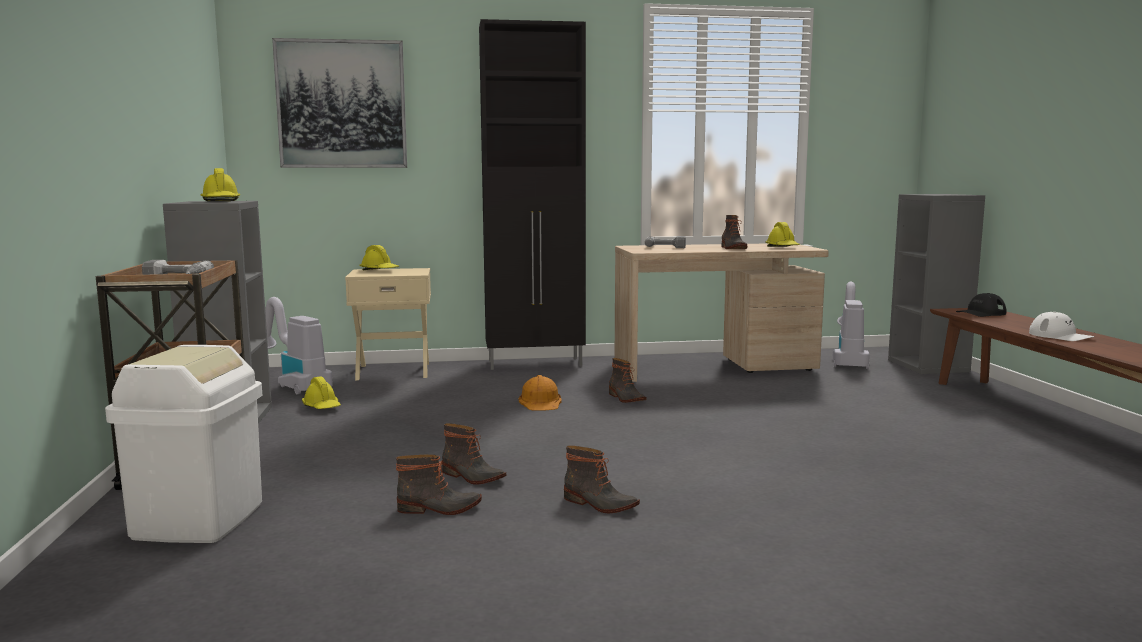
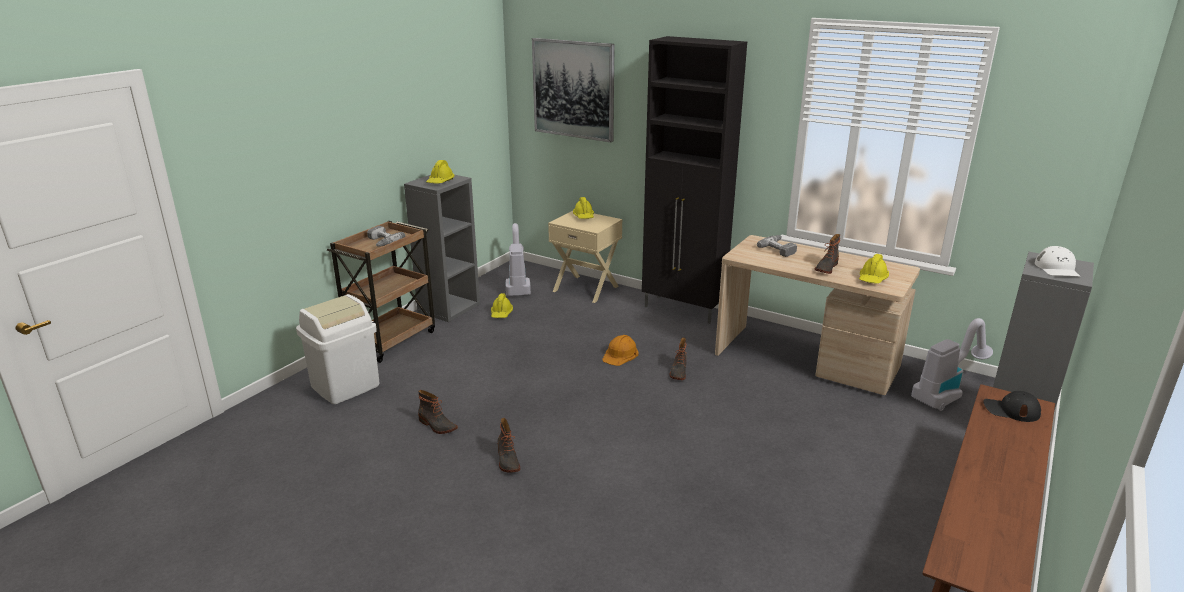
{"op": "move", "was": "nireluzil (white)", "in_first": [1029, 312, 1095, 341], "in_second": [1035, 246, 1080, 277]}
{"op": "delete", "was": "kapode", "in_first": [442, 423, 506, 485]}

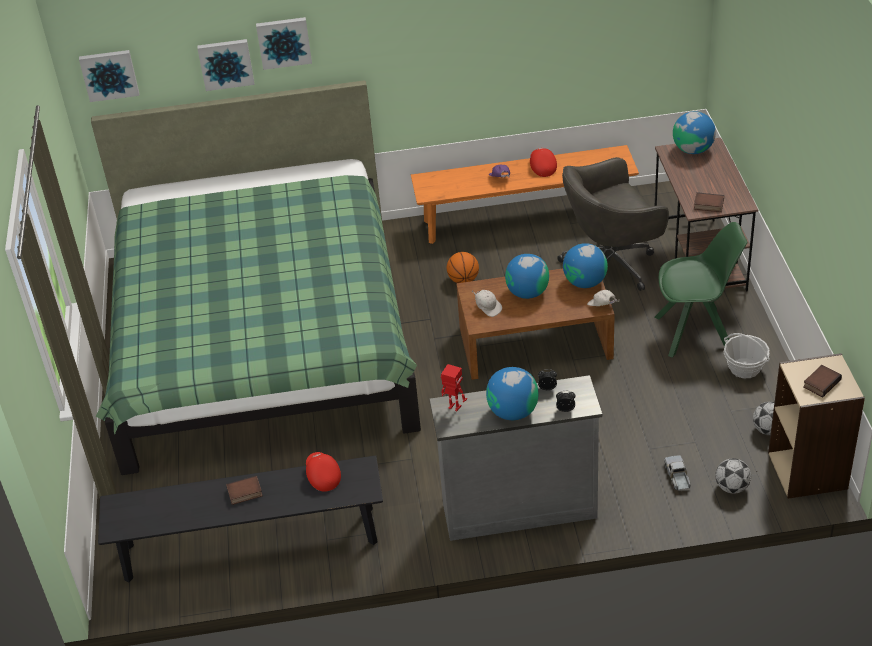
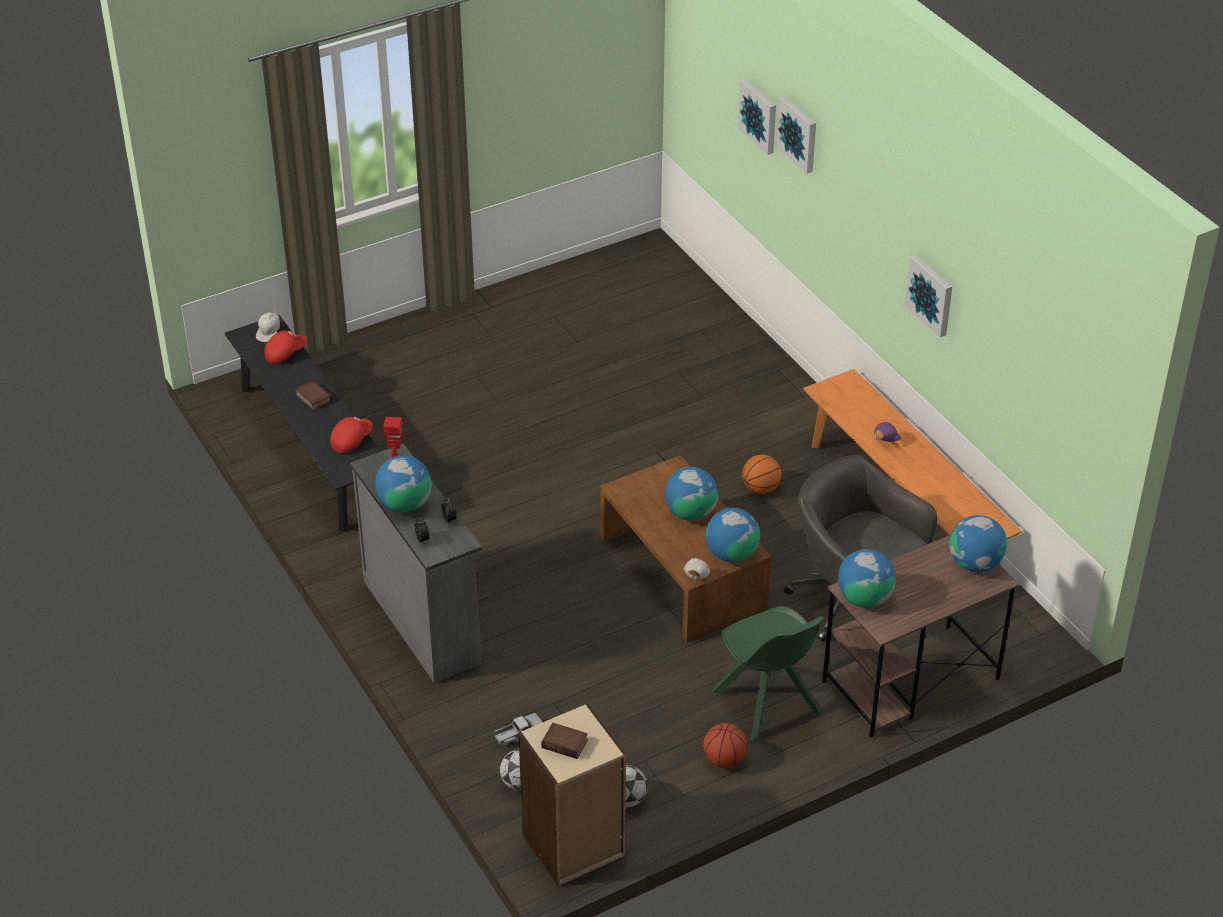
{"op": "move", "was": "nireluzil (white)", "in_first": [472, 290, 502, 317], "in_second": [256, 309, 280, 342]}
{"op": "move", "was": "nireluzil (red)", "in_first": [530, 148, 557, 177], "in_second": [264, 331, 307, 363]}
{"op": "replace", "was": "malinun", "now": "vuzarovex", "in_first": [724, 333, 770, 378], "in_second": [703, 723, 747, 768]}
{"op": "replace", "was": "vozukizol", "now": "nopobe", "in_first": [694, 192, 724, 212], "in_second": [838, 549, 896, 607]}
{"op": "move", "was": "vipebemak", "in_first": [79, 50, 139, 102], "in_second": [905, 255, 952, 337]}
{"op": "delete", "was": "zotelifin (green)", "in_first": [91, 80, 421, 475]}

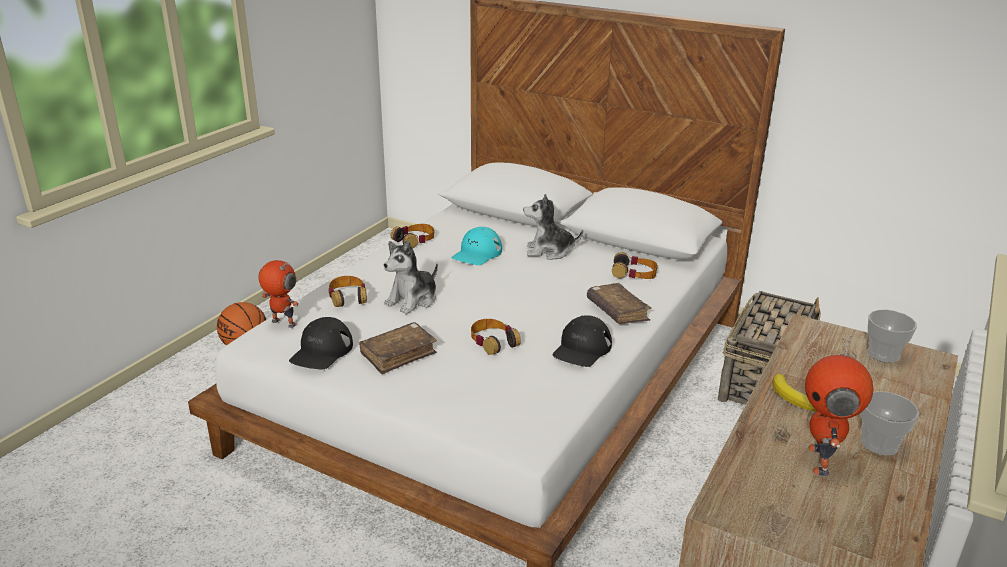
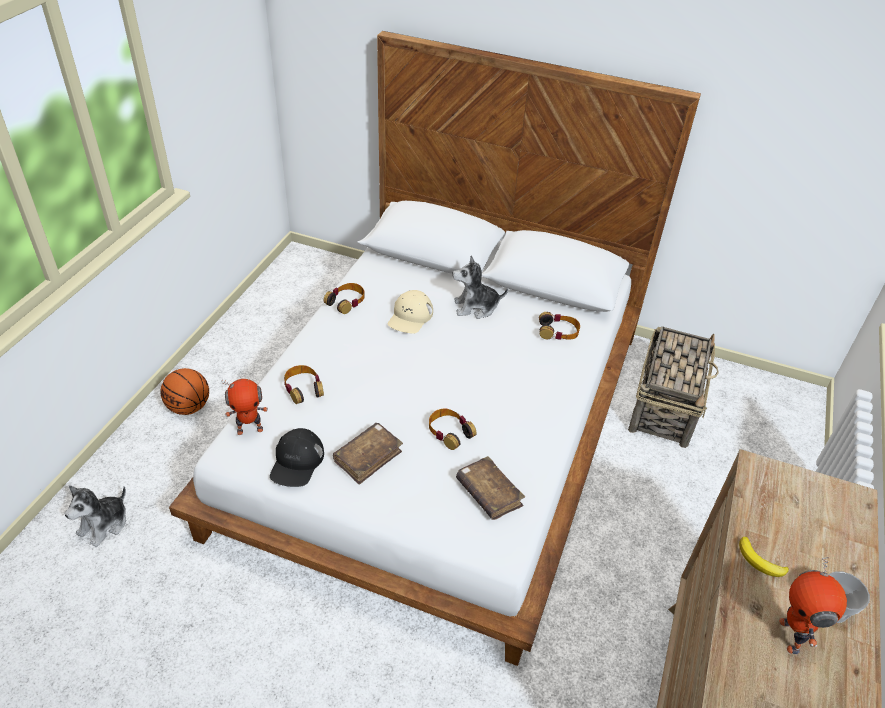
{"op": "move", "was": "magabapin", "in_first": [384, 240, 438, 314], "in_second": [64, 485, 126, 547]}
{"op": "rotate", "was": "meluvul", "in_first": [258, 260, 299, 328], "in_second": [222, 379, 268, 435], "clockwise": 150}
{"op": "recolor", "was": "nireluzil (turquoise)", "now": "nireluzil (beige)", "in_first": [451, 227, 502, 265], "in_second": [388, 290, 433, 334]}
{"op": "move", "was": "vozukizol (brown)", "in_first": [587, 283, 652, 324], "in_second": [456, 456, 525, 520]}
{"op": "delete", "was": "nireluzil (black)", "in_first": [552, 315, 612, 367]}
{"op": "delete", "was": "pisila", "in_first": [868, 309, 917, 363]}

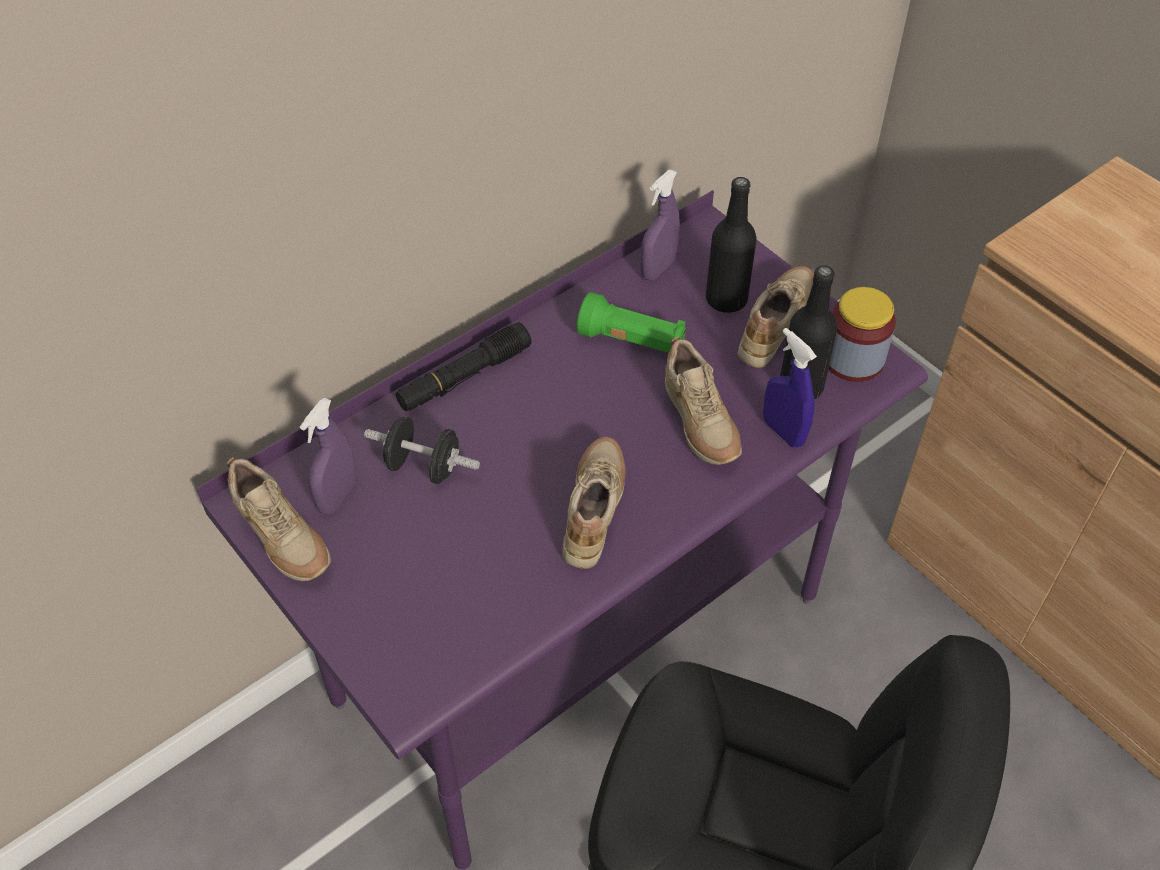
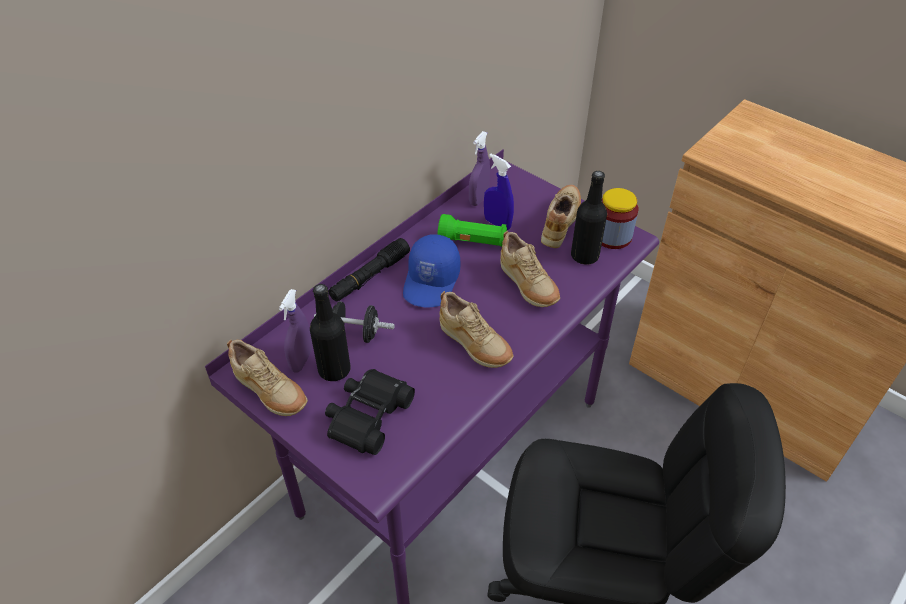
{"op": "move", "was": "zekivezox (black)", "in_first": [706, 177, 757, 313], "in_second": [310, 284, 351, 381]}
{"op": "insert", "now": "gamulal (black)", "in_second": [325, 369, 415, 455]}
{"op": "insert", "now": "nireluzil (blue)", "in_second": [403, 234, 460, 307]}
{"op": "rotate", "was": "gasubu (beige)", "in_first": [563, 437, 626, 569], "in_second": [440, 291, 513, 368], "clockwise": 135}
{"op": "move", "was": "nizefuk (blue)", "in_first": [763, 328, 817, 448], "in_second": [484, 154, 514, 230]}

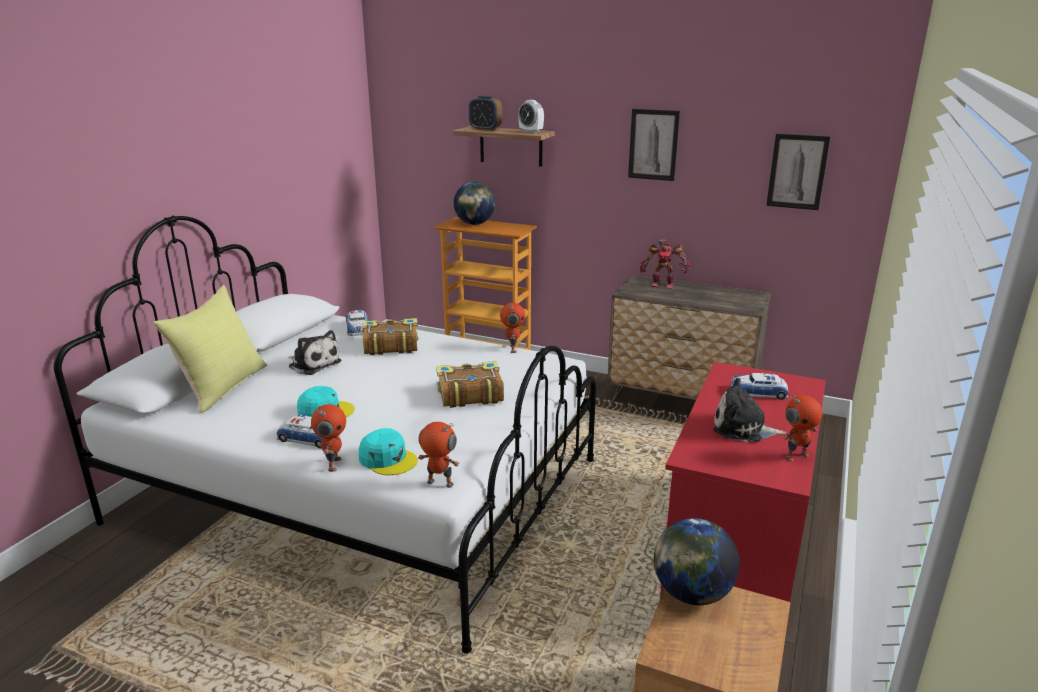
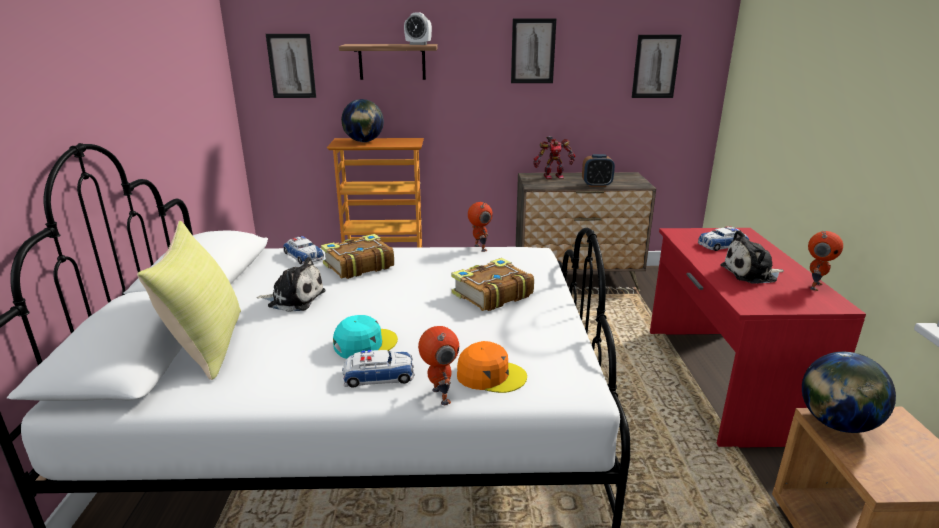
{"op": "insert", "now": "vipebemak", "in_second": [266, 34, 316, 98]}
{"op": "recolor", "was": "nireluzil (turquoise)", "now": "nireluzil (orange)", "in_first": [359, 428, 418, 475], "in_second": [457, 341, 527, 393]}
{"op": "move", "was": "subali", "in_first": [469, 96, 502, 131], "in_second": [582, 154, 615, 187]}
{"op": "delete", "was": "meluvul", "in_first": [418, 422, 459, 488]}

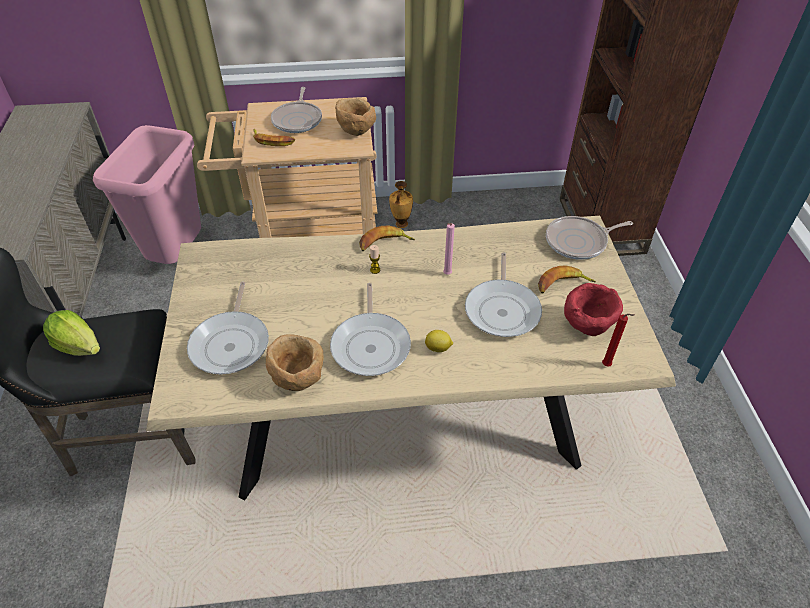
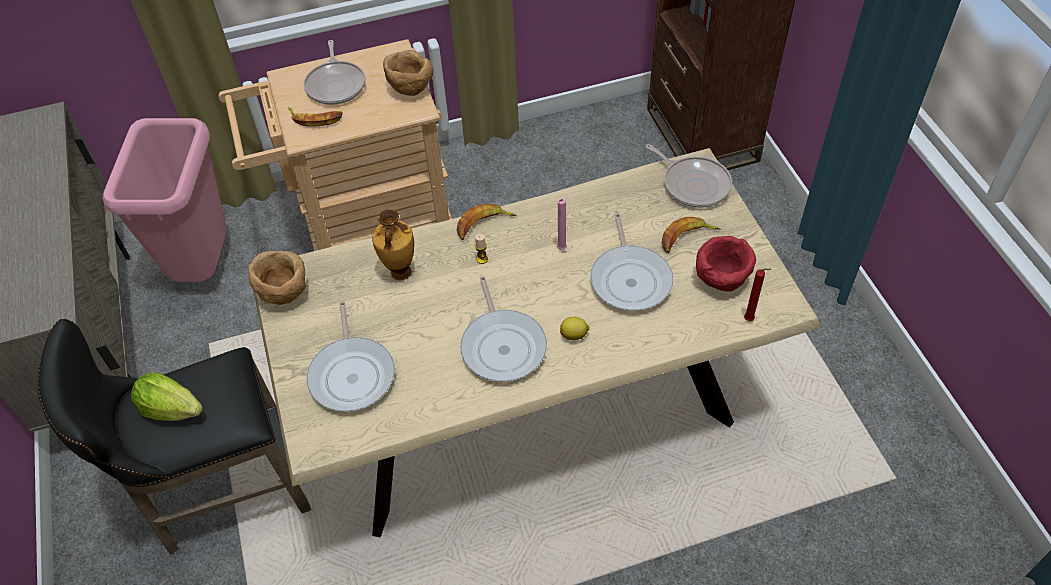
{"op": "move", "was": "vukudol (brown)", "in_first": [266, 334, 324, 391], "in_second": [248, 251, 306, 305]}
{"op": "move", "was": "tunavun", "in_first": [389, 181, 413, 228], "in_second": [372, 209, 414, 280]}
{"op": "rotate", "was": "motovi", "in_first": [546, 216, 633, 260], "in_second": [646, 144, 732, 208], "clockwise": -105}

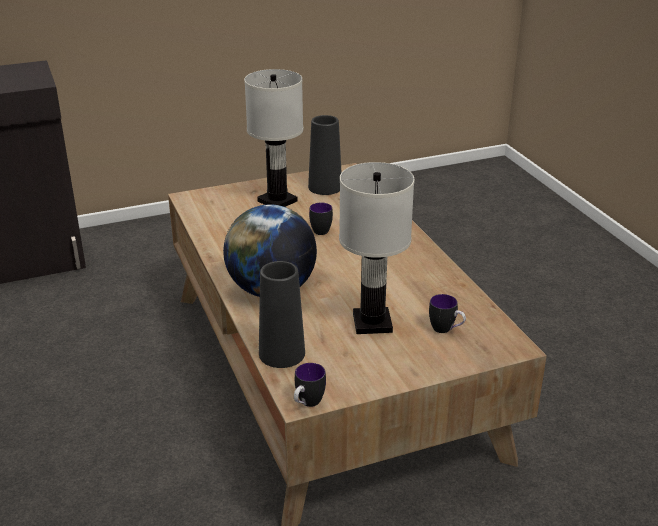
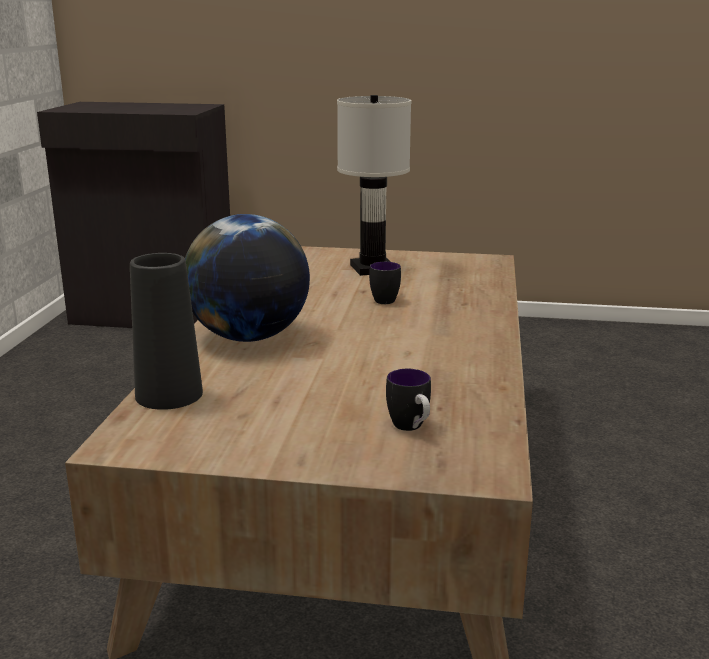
{"op": "delete", "was": "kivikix", "in_first": [294, 363, 326, 407]}
{"op": "delete", "was": "tunavun (black)", "in_first": [308, 115, 342, 195]}
{"op": "delete", "was": "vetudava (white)", "in_first": [339, 162, 415, 334]}

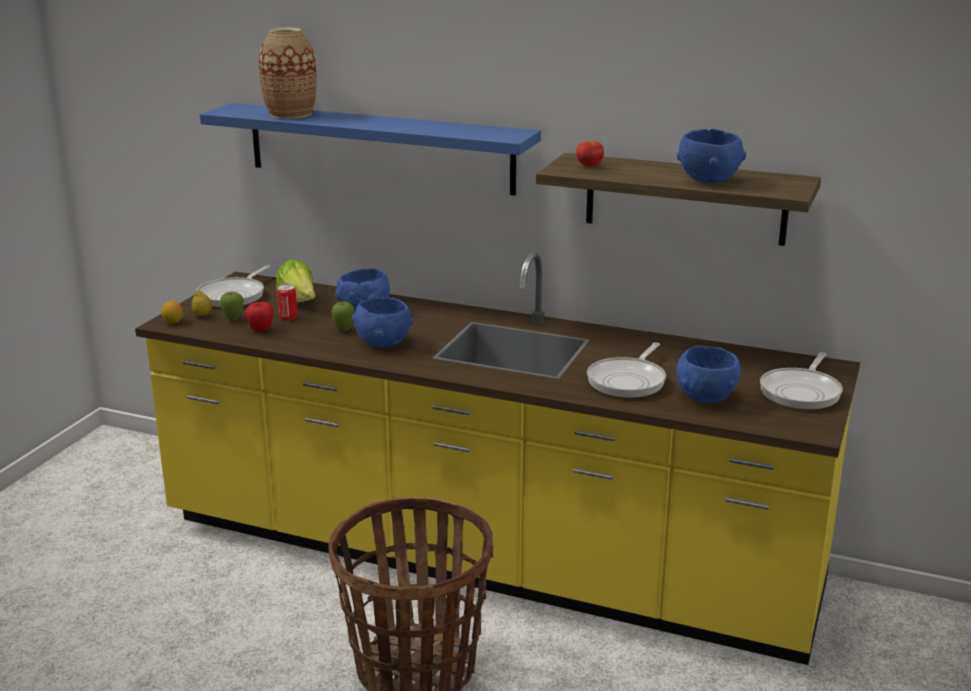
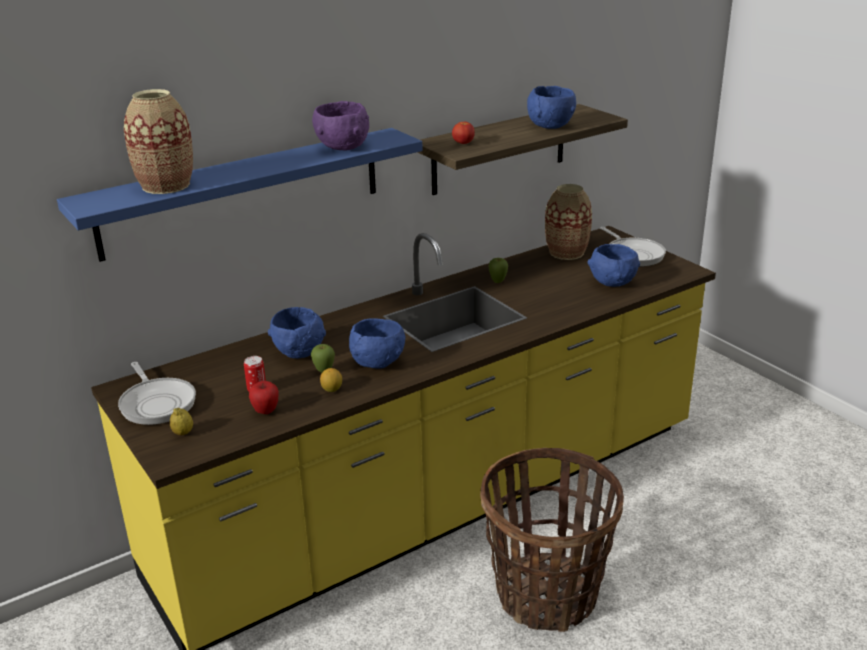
{"op": "insert", "now": "vukudol (purple)", "in_second": [312, 101, 369, 150]}
{"op": "move", "was": "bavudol", "in_first": [161, 301, 183, 324], "in_second": [320, 368, 342, 392]}
{"op": "move", "was": "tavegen", "in_first": [220, 292, 244, 321], "in_second": [488, 258, 508, 283]}
{"op": "insert", "now": "tunavun", "in_second": [545, 184, 592, 260]}
{"op": "delete", "was": "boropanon", "in_first": [276, 260, 316, 302]}
{"op": "delete", "was": "motovi", "in_first": [587, 343, 666, 398]}

